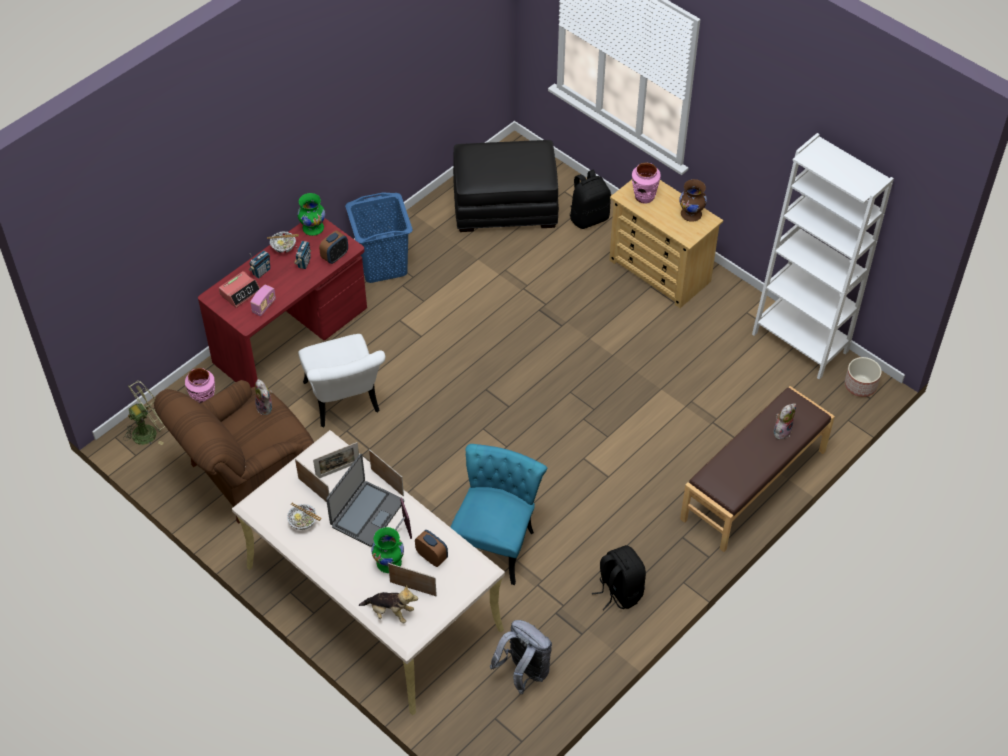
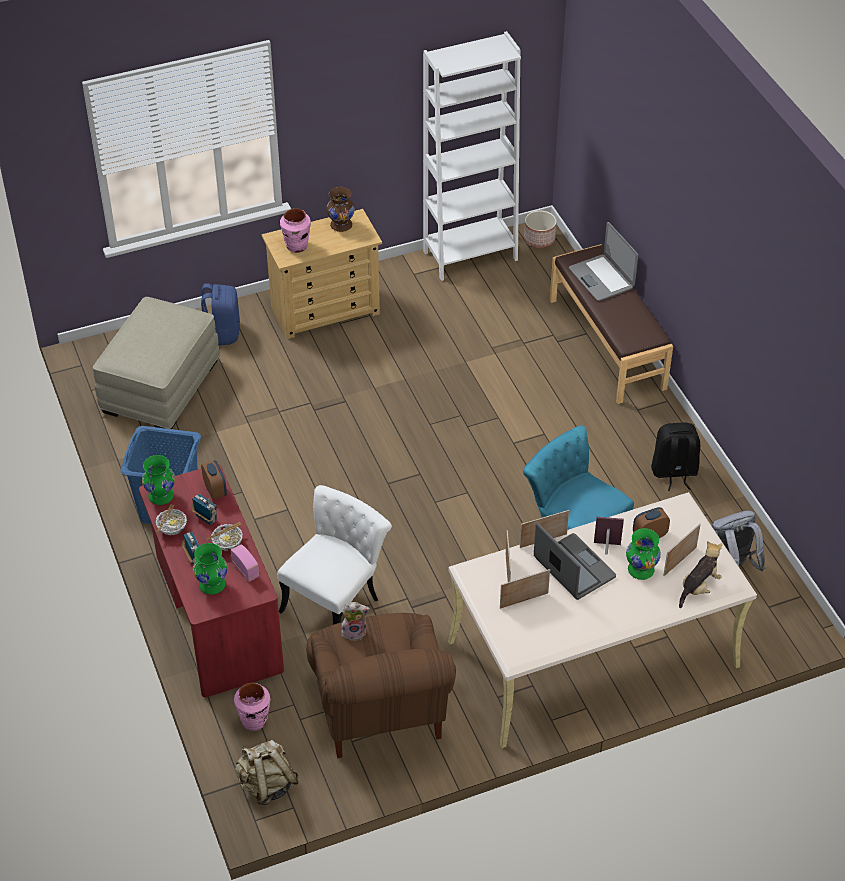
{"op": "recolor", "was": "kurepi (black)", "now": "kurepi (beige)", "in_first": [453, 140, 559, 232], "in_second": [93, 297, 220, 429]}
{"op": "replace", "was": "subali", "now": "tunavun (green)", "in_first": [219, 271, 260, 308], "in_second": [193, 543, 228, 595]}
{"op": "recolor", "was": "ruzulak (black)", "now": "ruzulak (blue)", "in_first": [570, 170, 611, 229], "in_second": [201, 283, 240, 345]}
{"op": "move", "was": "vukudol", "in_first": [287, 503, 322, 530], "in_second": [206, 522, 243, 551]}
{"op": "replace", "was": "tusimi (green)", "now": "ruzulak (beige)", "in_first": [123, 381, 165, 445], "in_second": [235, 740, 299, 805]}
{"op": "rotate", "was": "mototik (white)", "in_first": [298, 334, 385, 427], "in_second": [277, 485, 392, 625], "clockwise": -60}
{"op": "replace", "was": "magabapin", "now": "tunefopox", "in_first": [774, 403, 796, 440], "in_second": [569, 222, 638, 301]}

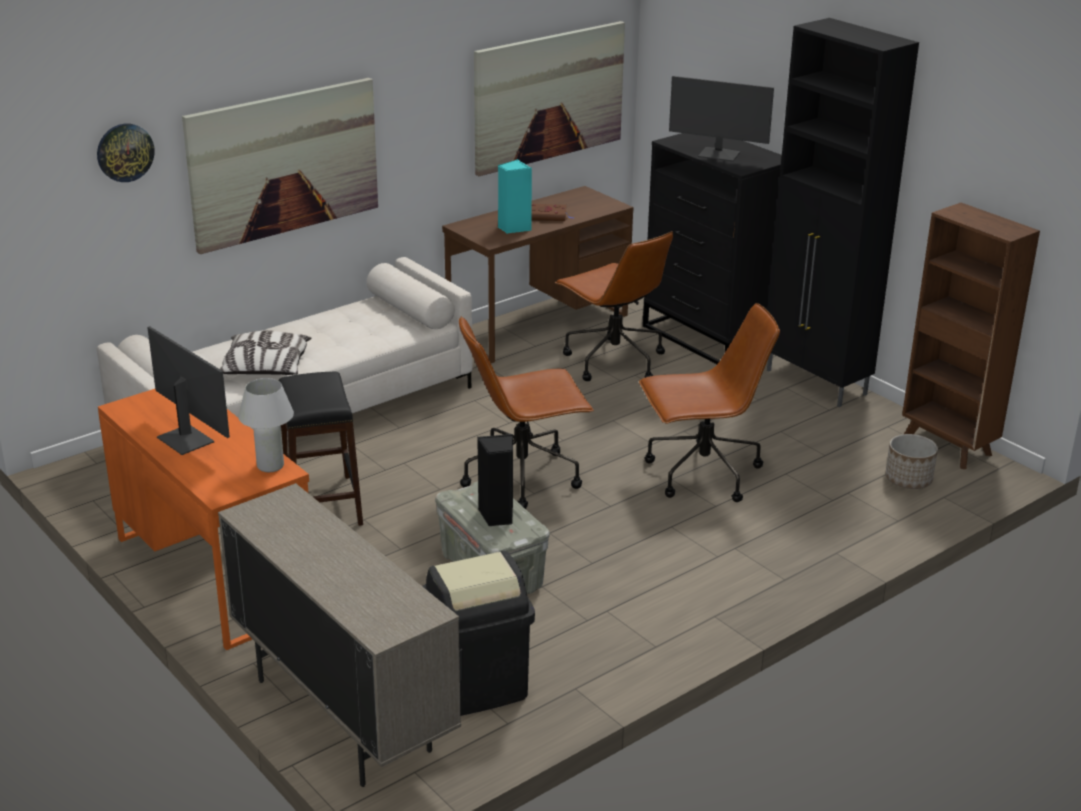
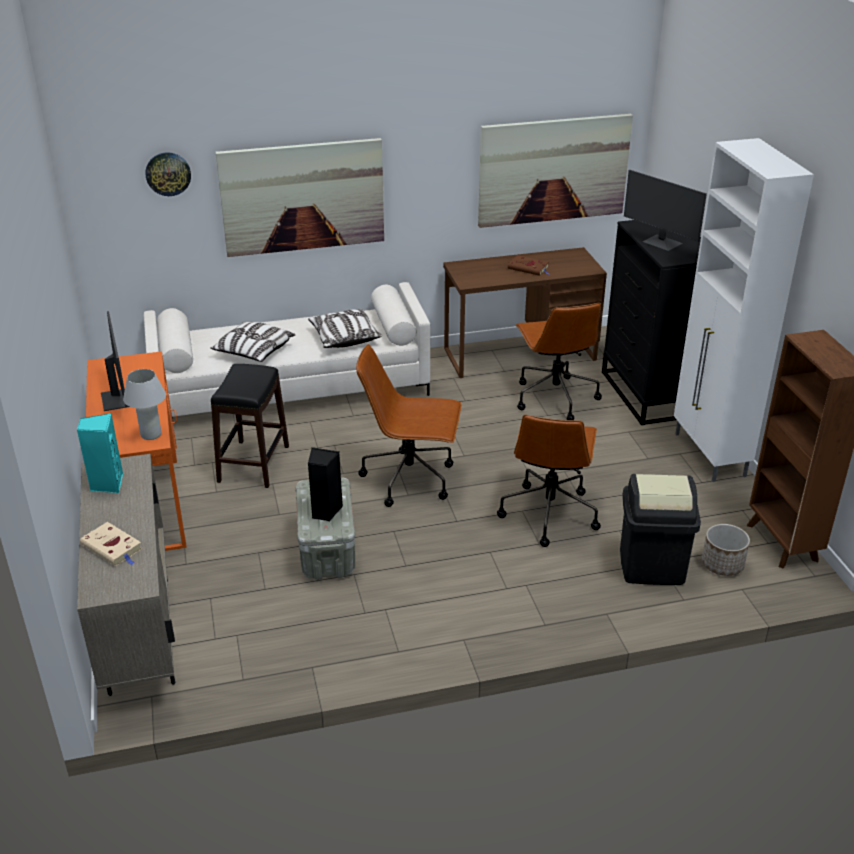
{"op": "move", "was": "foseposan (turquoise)", "in_first": [498, 159, 532, 233], "in_second": [77, 413, 123, 493]}
{"op": "insert", "now": "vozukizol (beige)", "in_second": [80, 522, 142, 566]}
{"op": "insert", "now": "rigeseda", "in_second": [308, 309, 382, 348]}
{"op": "rotate", "was": "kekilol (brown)", "in_first": [639, 303, 780, 502], "in_second": [497, 415, 601, 547], "clockwise": 90}
{"op": "move", "was": "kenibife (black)", "in_first": [422, 551, 535, 716], "in_second": [620, 474, 701, 585]}
{"op": "recolor", "was": "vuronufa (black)", "now": "vuronufa (white)", "in_first": [767, 18, 919, 407], "in_second": [674, 138, 814, 482]}

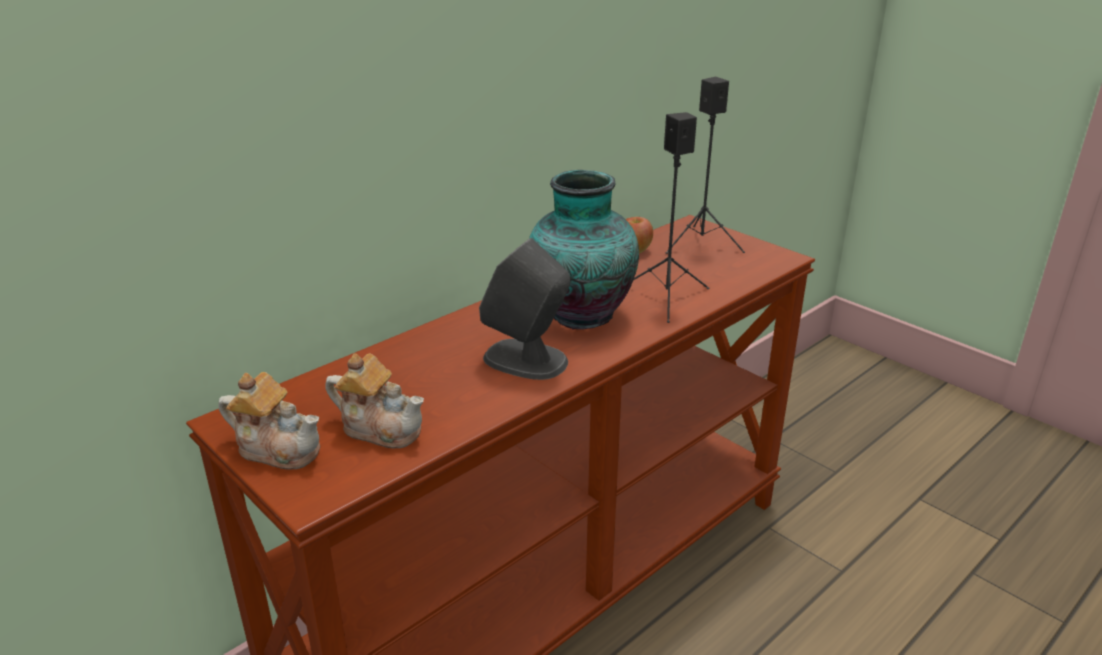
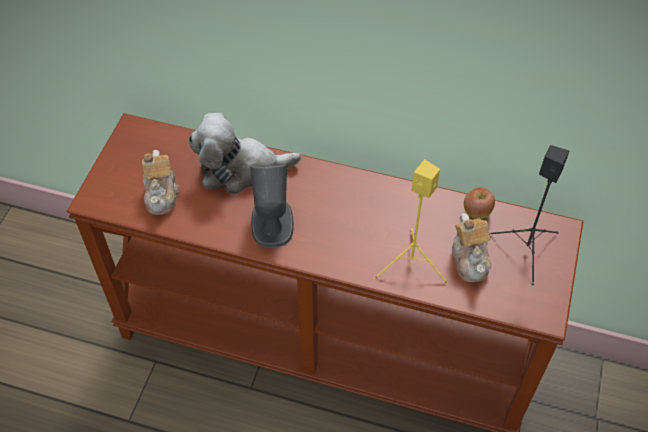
{"op": "insert", "now": "magabapin", "in_second": [188, 113, 301, 194]}
{"op": "recolor", "was": "foseposan (black)", "now": "foseposan (yellow)", "in_first": [634, 112, 709, 323], "in_second": [374, 159, 448, 284]}
{"op": "move", "was": "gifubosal", "in_first": [218, 372, 320, 470], "in_second": [452, 213, 491, 282]}
{"op": "delete", "was": "tunavun", "in_first": [529, 170, 639, 330]}

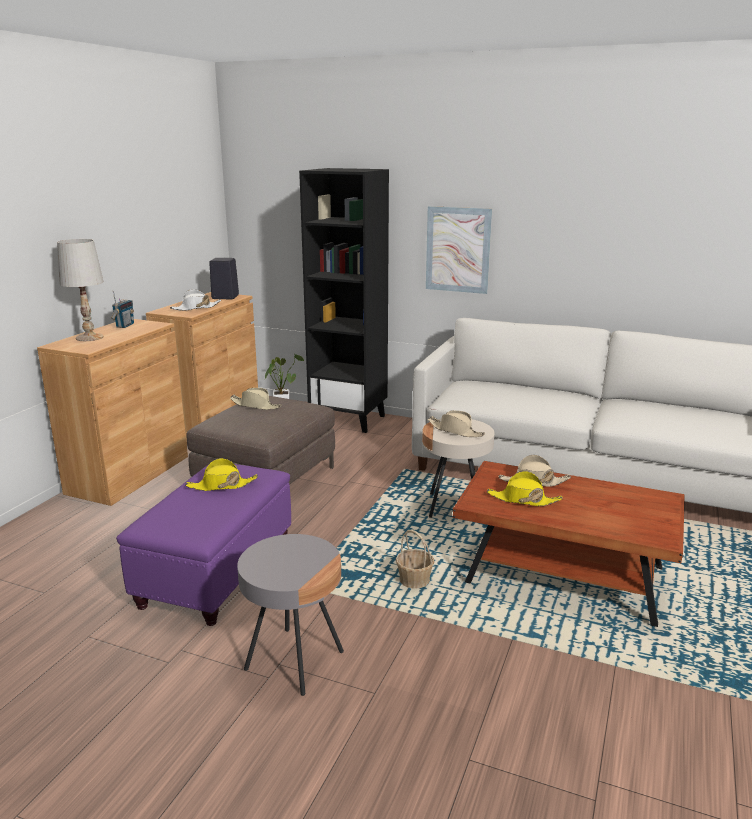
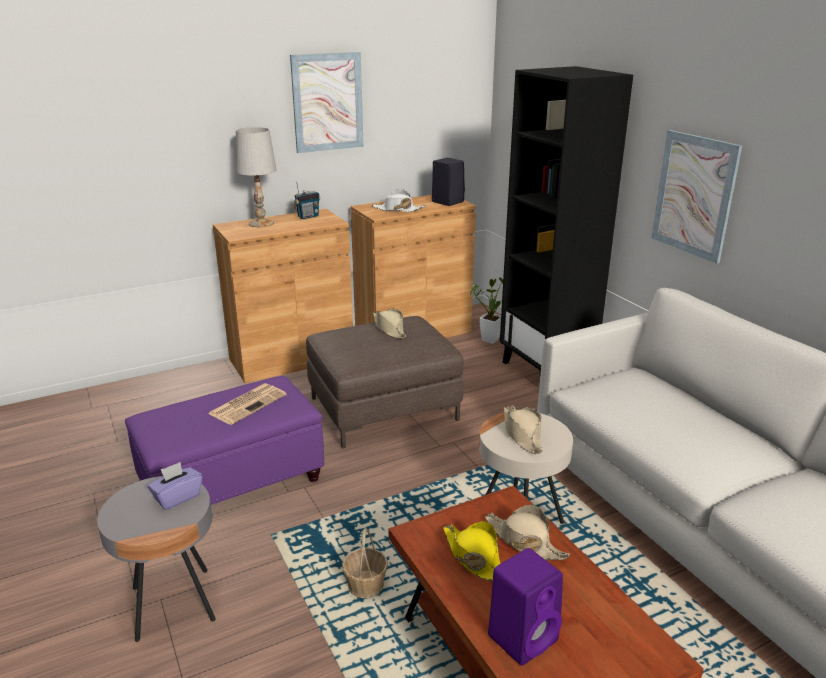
{"op": "insert", "now": "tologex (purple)", "in_second": [148, 462, 202, 510]}
{"op": "replace", "was": "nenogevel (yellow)", "now": "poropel", "in_first": [185, 458, 258, 491], "in_second": [207, 383, 287, 425]}
{"op": "insert", "now": "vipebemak", "in_second": [290, 52, 364, 153]}
{"op": "insert", "now": "foseposan (purple)", "in_second": [488, 548, 563, 666]}

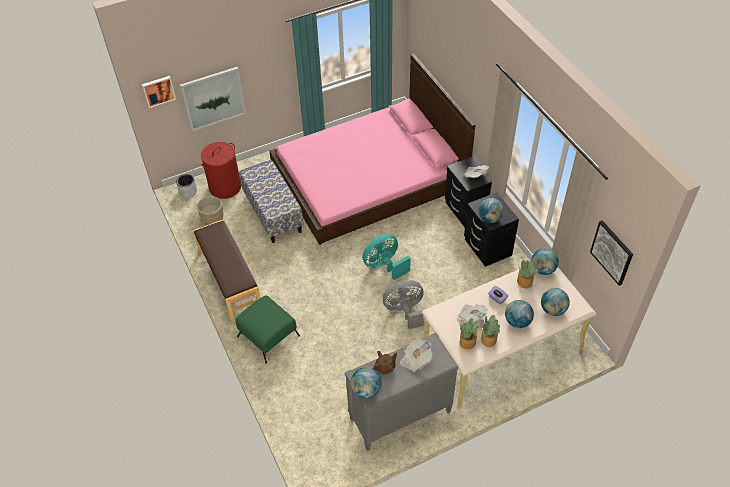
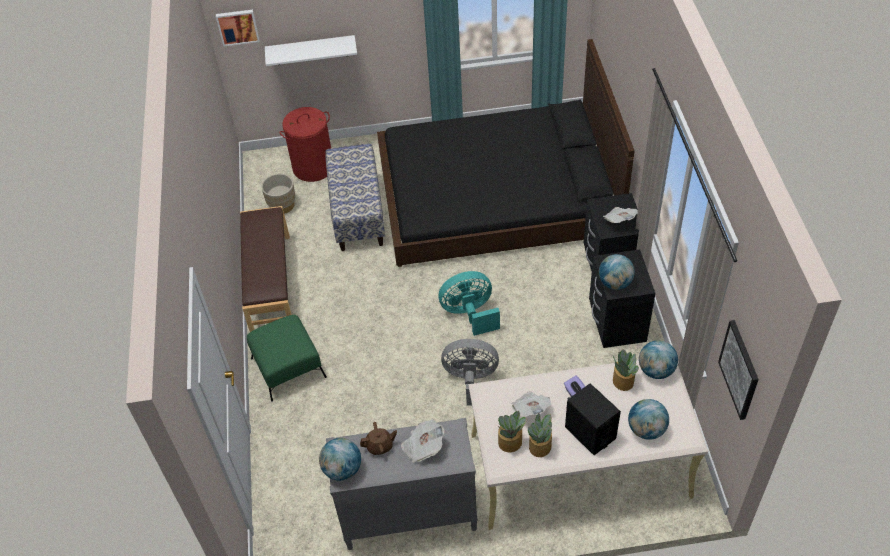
{"op": "replace", "was": "vipebemak", "now": "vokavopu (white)", "in_first": [180, 67, 246, 132], "in_second": [265, 35, 357, 66]}
{"op": "recolor", "was": "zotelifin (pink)", "now": "zotelifin (black)", "in_first": [269, 54, 476, 245], "in_second": [377, 39, 635, 267]}
{"op": "replace", "was": "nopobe", "now": "foseposan (black)", "in_first": [505, 300, 534, 328], "in_second": [565, 383, 621, 455]}
{"op": "delete", "was": "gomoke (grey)", "in_first": [176, 174, 197, 197]}

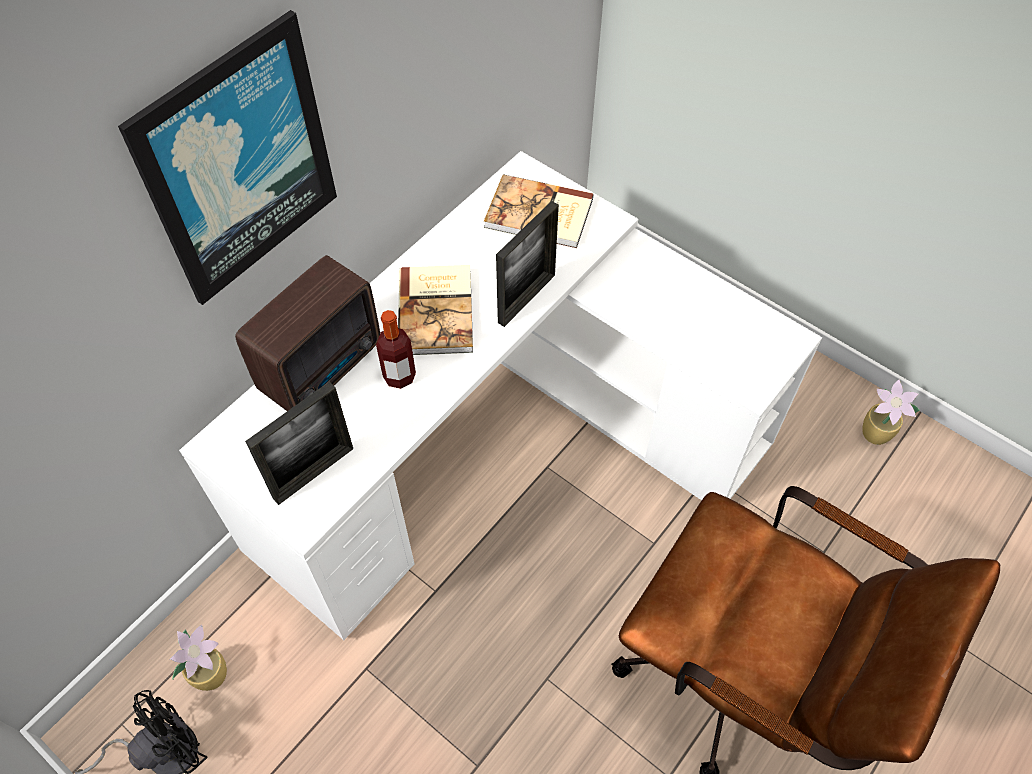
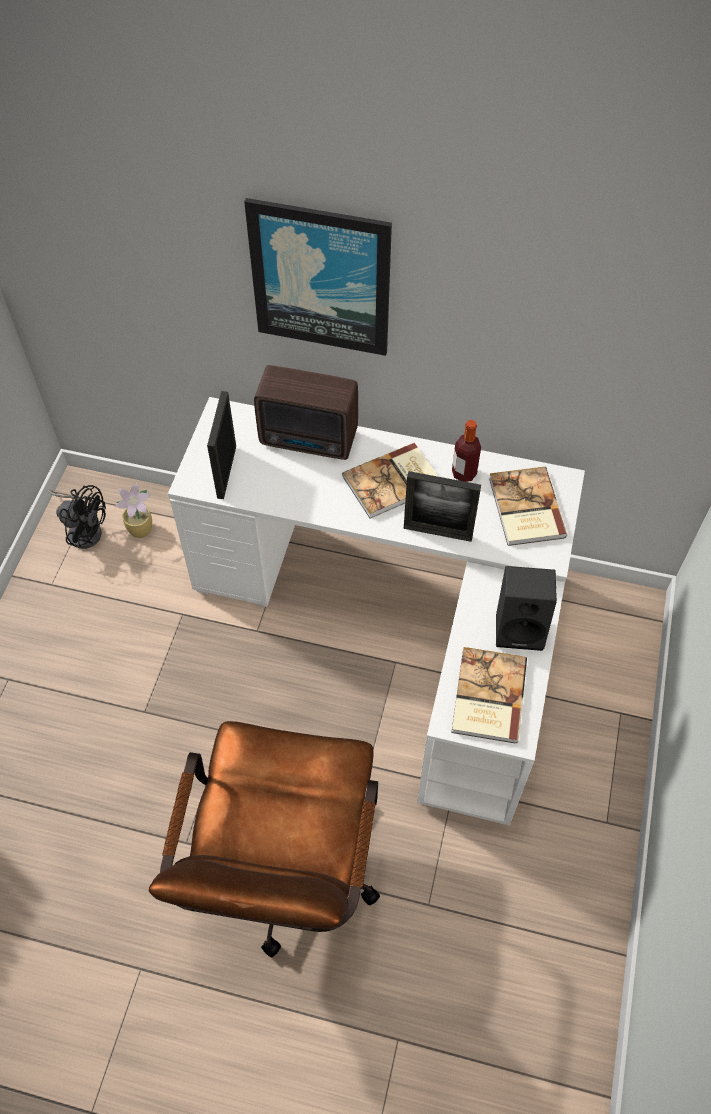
{"op": "rotate", "was": "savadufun", "in_first": [245, 381, 353, 505], "in_second": [207, 391, 236, 499], "clockwise": 75}
{"op": "insert", "now": "vozukizol", "in_second": [451, 647, 527, 744]}
{"op": "move", "was": "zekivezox", "in_first": [376, 310, 416, 389], "in_second": [452, 420, 481, 482]}
{"op": "insert", "now": "foseposan (black)", "in_second": [496, 566, 557, 651]}
{"op": "delete", "was": "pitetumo", "in_first": [863, 379, 920, 445]}

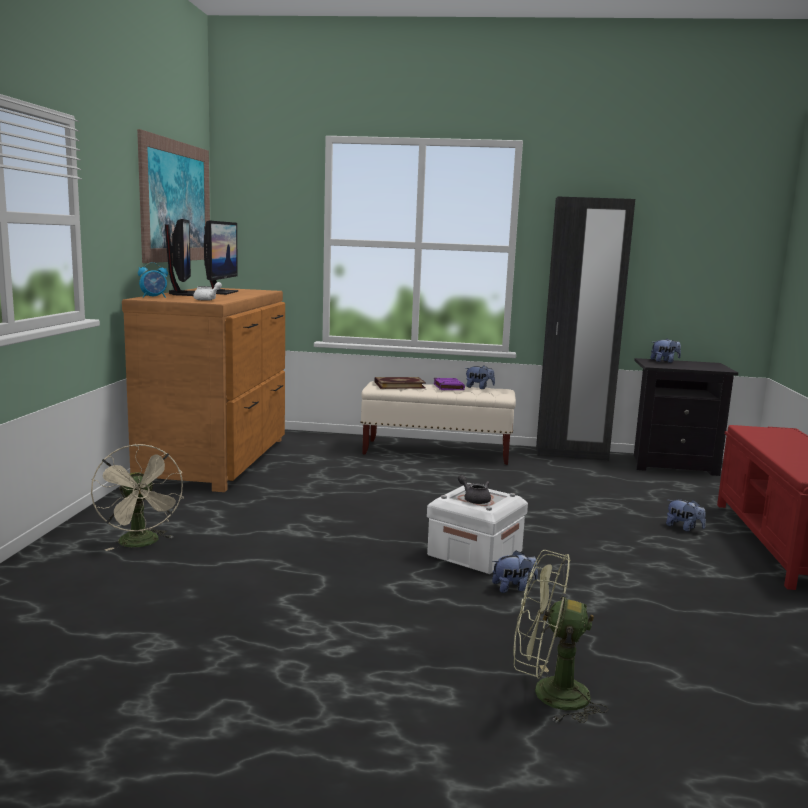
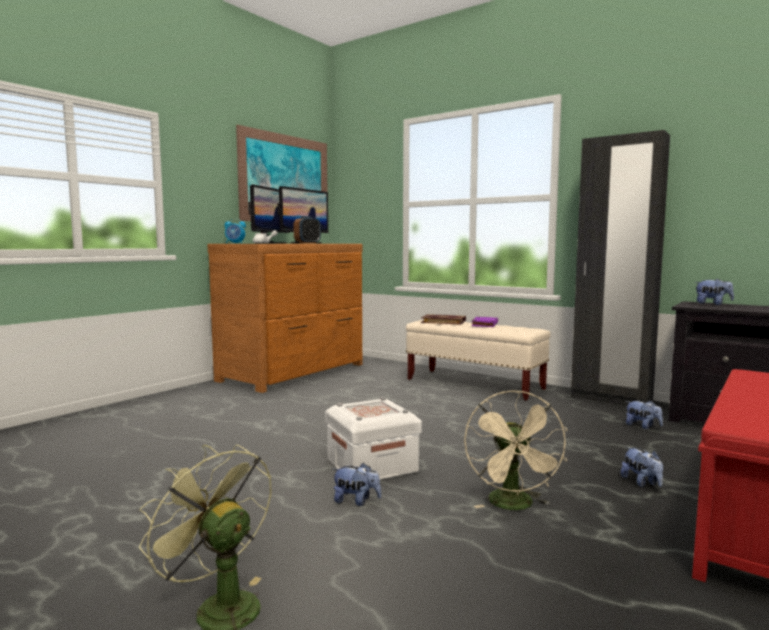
{"op": "insert", "now": "subali", "in_second": [294, 216, 321, 244]}
{"op": "move", "was": "tusimi (beige)", "in_first": [91, 444, 184, 551], "in_second": [464, 390, 567, 510]}
{"op": "move", "was": "magabapin", "in_first": [465, 365, 495, 389], "in_second": [625, 400, 663, 429]}
{"op": "delete", "was": "gifubosal (grey)", "in_first": [458, 475, 491, 504]}

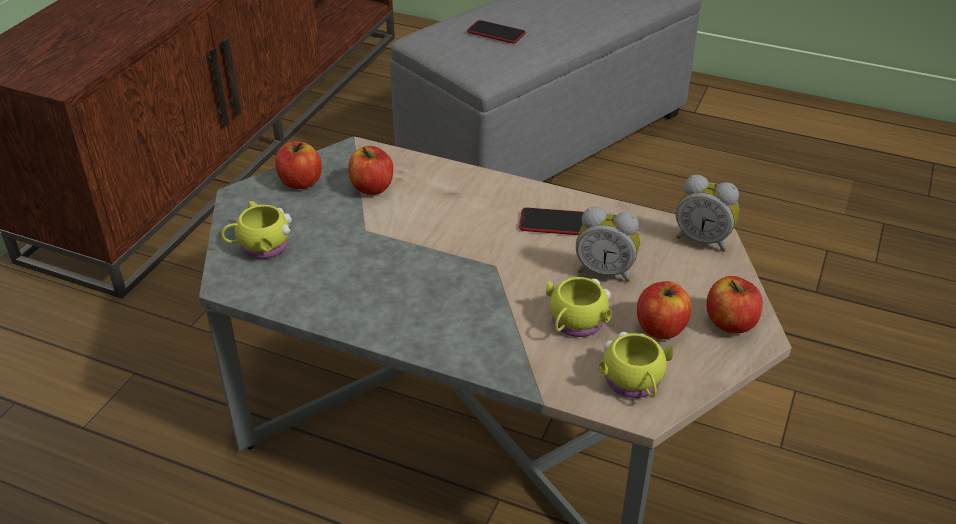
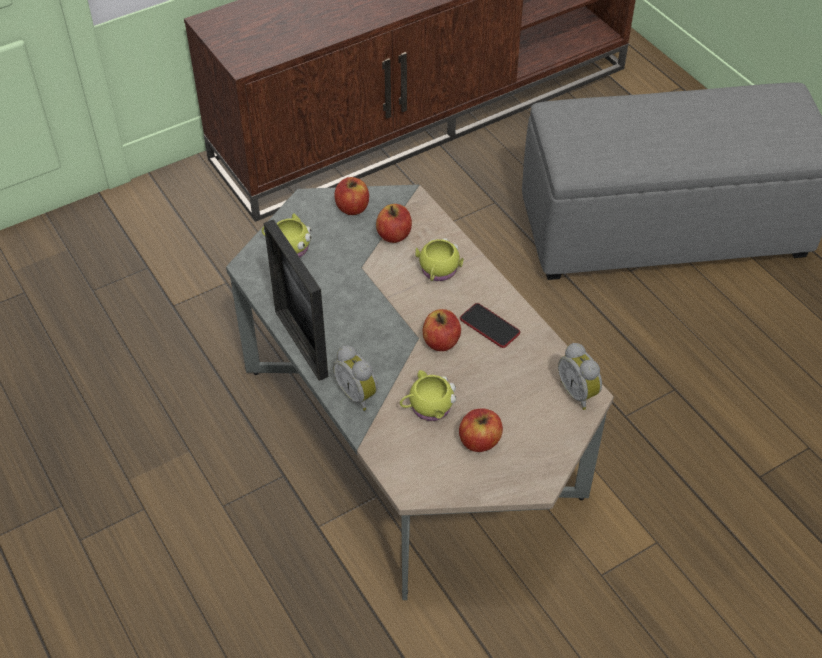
{"op": "insert", "now": "savadufun", "in_second": [264, 219, 328, 381]}
{"op": "move", "was": "subali", "in_first": [576, 206, 640, 282], "in_second": [333, 346, 378, 411]}
{"op": "move", "was": "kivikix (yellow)", "in_first": [599, 332, 673, 398], "in_second": [415, 238, 463, 281]}
{"op": "move", "was": "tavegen", "in_first": [706, 276, 763, 334], "in_second": [423, 309, 461, 351]}
{"op": "delete", "was": "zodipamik", "in_first": [467, 20, 526, 44]}

